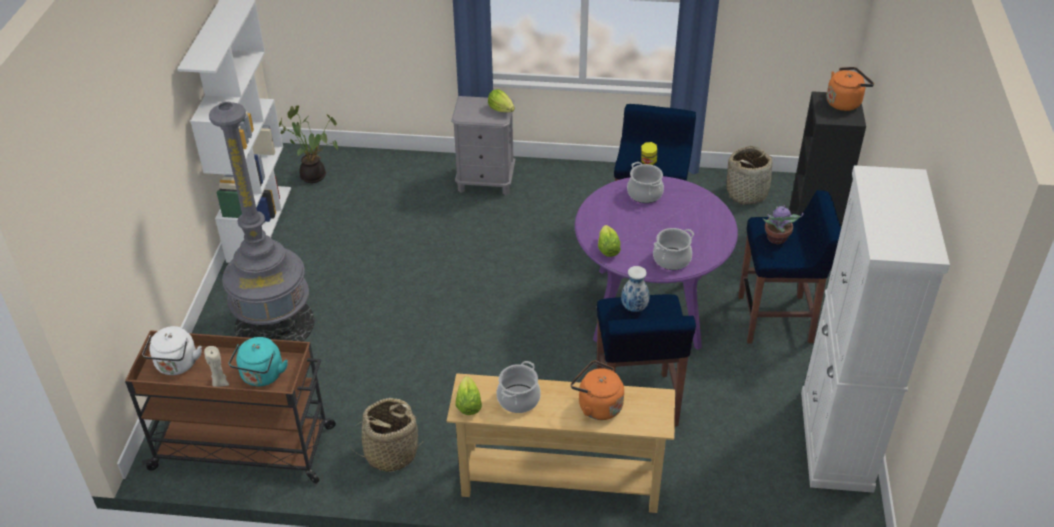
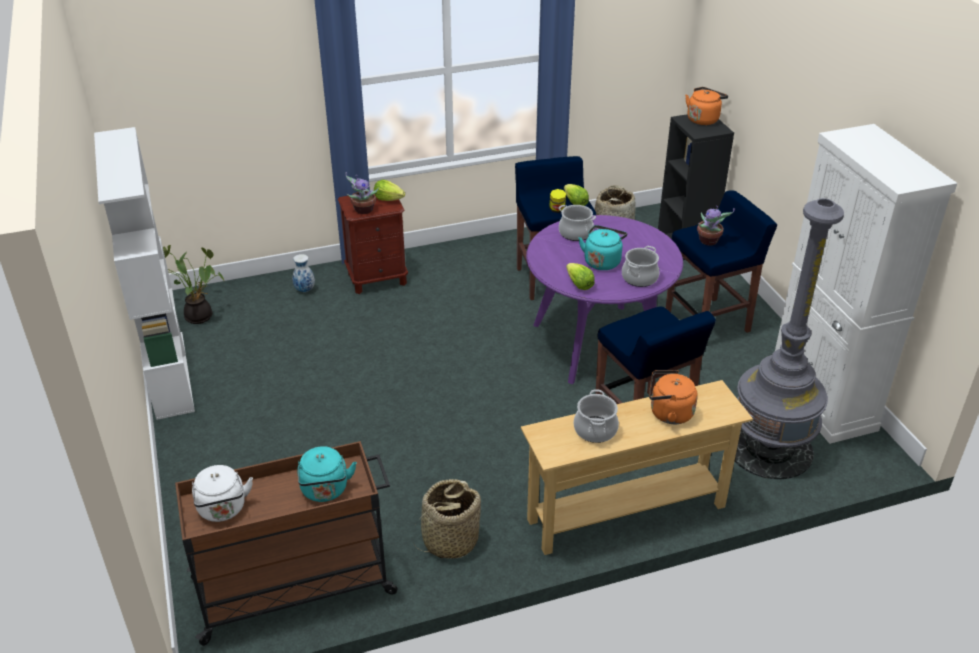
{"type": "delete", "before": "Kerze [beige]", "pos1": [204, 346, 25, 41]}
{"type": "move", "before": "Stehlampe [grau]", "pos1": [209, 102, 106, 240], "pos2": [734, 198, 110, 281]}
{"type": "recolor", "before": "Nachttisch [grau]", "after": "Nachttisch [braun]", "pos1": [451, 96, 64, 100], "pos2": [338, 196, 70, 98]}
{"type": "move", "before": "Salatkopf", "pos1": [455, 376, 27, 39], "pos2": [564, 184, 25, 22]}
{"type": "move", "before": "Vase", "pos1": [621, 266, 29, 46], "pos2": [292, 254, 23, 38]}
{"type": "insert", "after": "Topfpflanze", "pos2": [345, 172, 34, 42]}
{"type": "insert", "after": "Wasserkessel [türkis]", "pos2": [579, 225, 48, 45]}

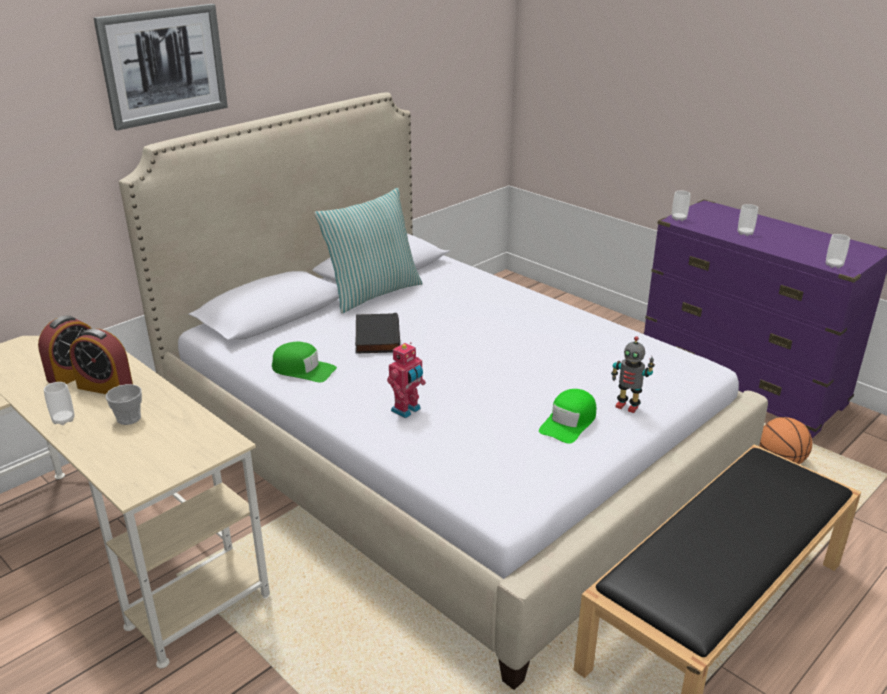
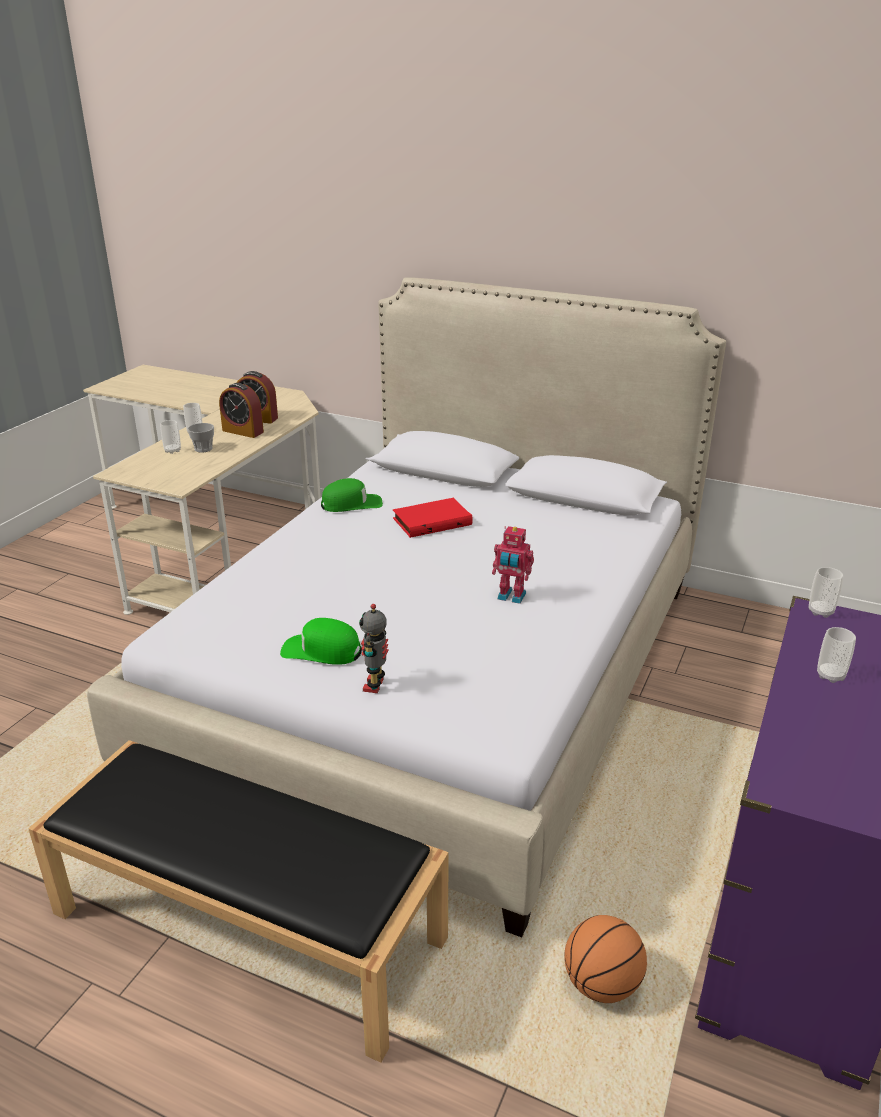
{"type": "rotate", "before": "Wecker", "pos1": [69, 329, 64, 65], "pos2": [219, 383, 45, 55], "turn": -60}
{"type": "delete", "before": "Bild", "pos1": [94, 4, 134, 126]}
{"type": "rotate", "before": "Kappe [grün]", "pos1": [272, 342, 65, 41], "pos2": [321, 478, 62, 34], "turn": -105}
{"type": "delete", "before": "Kissen", "pos1": [314, 188, 109, 126]}
{"type": "recolor", "before": "Buch [schwarz]", "after": "Buch [rot]", "pos1": [355, 313, 45, 41], "pos2": [393, 498, 80, 40]}
{"type": "move", "before": "Spielzeugroboter", "pos1": [387, 342, 39, 76], "pos2": [492, 526, 42, 78]}
{"type": "move", "before": "Tasse", "pos1": [826, 234, 24, 35], "pos2": [160, 420, 21, 34]}

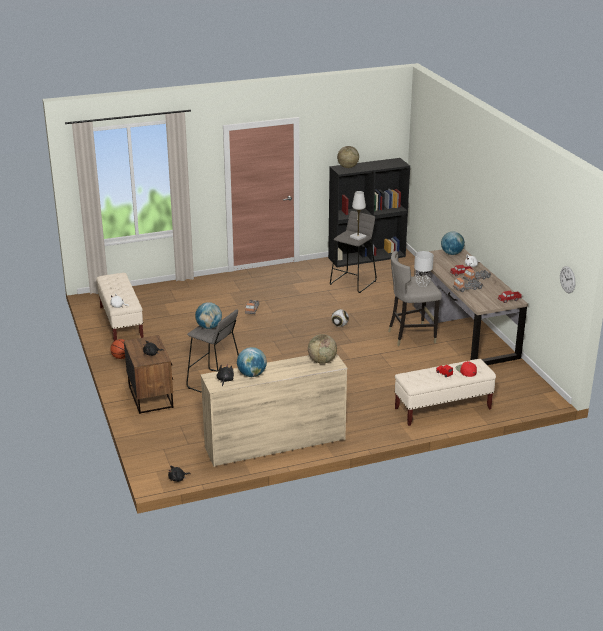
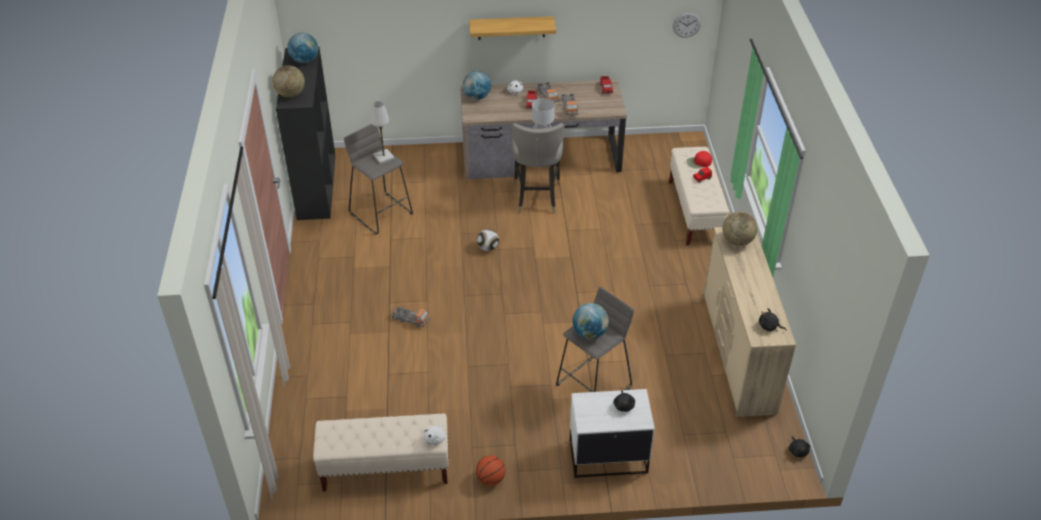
{"type": "recolor", "before": "Nachttisch [braun]", "after": "Nachttisch [weiß]", "pos1": [124, 335, 49, 79], "pos2": [570, 389, 85, 89]}
{"type": "move", "before": "Globus", "pos1": [237, 347, 30, 30], "pos2": [287, 33, 31, 30]}
{"type": "insert", "after": "Wandregal", "pos2": [469, 16, 87, 24]}

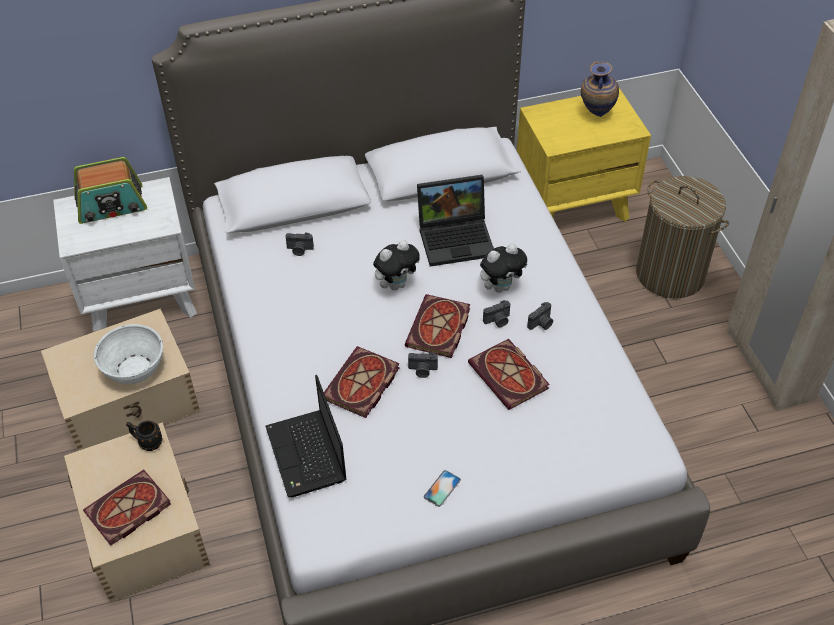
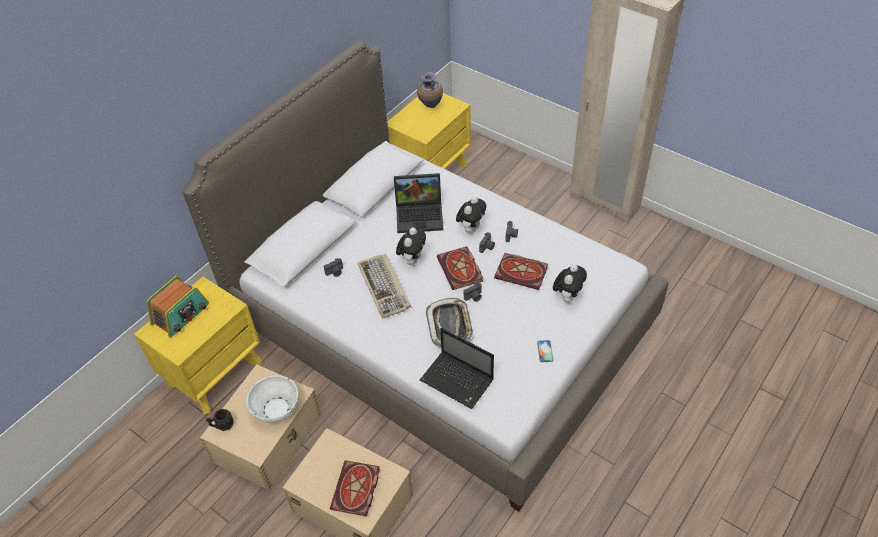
{"type": "recolor", "before": "Nachttisch [weiß]", "after": "Nachttisch [gelb]", "pos1": [53, 177, 144, 155], "pos2": [134, 277, 127, 137]}
{"type": "move", "before": "Henkelbecher [schwarz]", "pos1": [126, 420, 37, 31], "pos2": [206, 409, 28, 22]}
{"type": "replace", "before": "Buch", "after": "Tablett", "pos1": [324, 346, 76, 72], "pos2": [426, 298, 48, 49]}
{"type": "rotate", "before": "Laptop", "pos1": [417, 175, 77, 92], "pos2": [394, 173, 49, 60], "turn": 45}
{"type": "delete", "before": "Wäschekorb", "pos1": [636, 176, 93, 123]}
{"type": "insert", "after": "Tastatur", "pos2": [357, 254, 54, 65]}
{"type": "insert", "after": "Plüschtier", "pos2": [553, 264, 34, 39]}

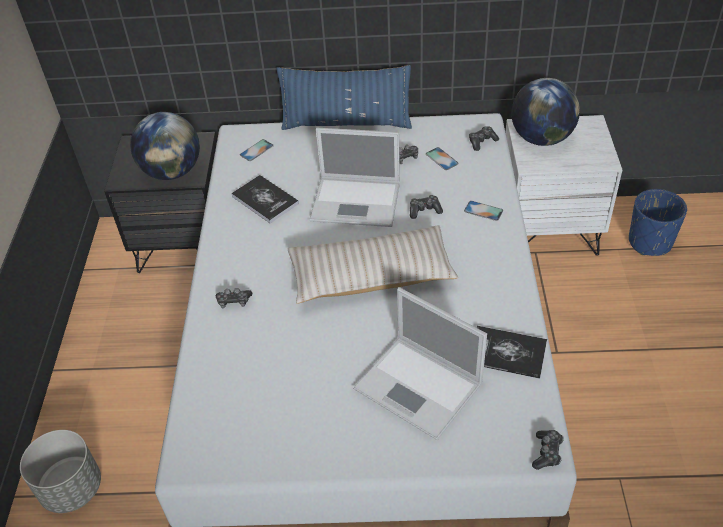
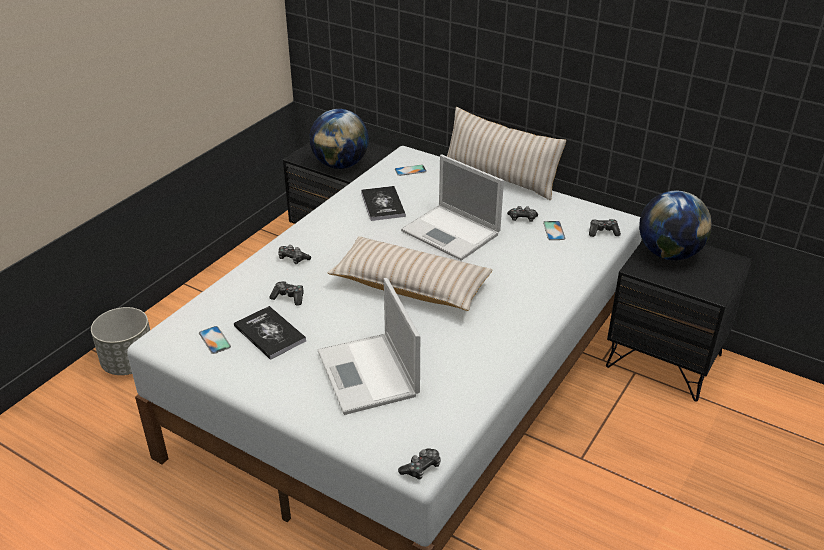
{"type": "recolor", "before": "Kissen [blau]", "after": "Kissen [beige]", "pos1": [277, 65, 135, 65], "pos2": [447, 107, 119, 93]}
{"type": "move", "before": "Gamepad", "pos1": [410, 195, 33, 24], "pos2": [270, 281, 34, 25]}
{"type": "move", "before": "Handy", "pos1": [464, 201, 39, 20], "pos2": [199, 326, 32, 28]}
{"type": "move", "before": "Buch", "pos1": [477, 326, 70, 53], "pos2": [234, 306, 72, 54]}
{"type": "recolor", "before": "Nachttisch [weiß]", "after": "Nachttisch [schwarz]", "pos1": [505, 115, 117, 141], "pos2": [606, 240, 146, 161]}
{"type": "delete", "before": "Pflanzkübel [blau]", "pos1": [629, 189, 58, 67]}

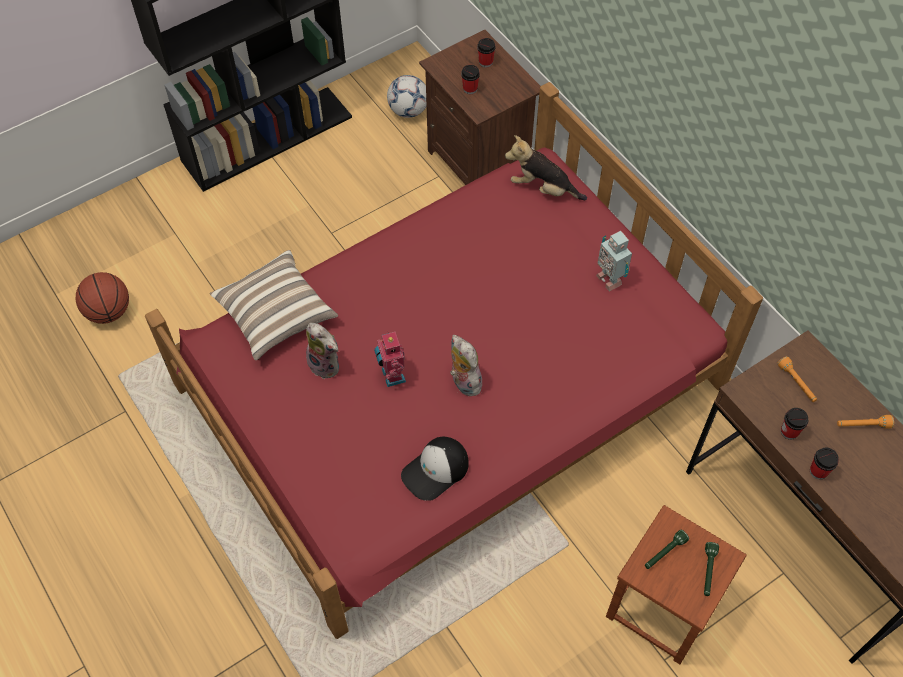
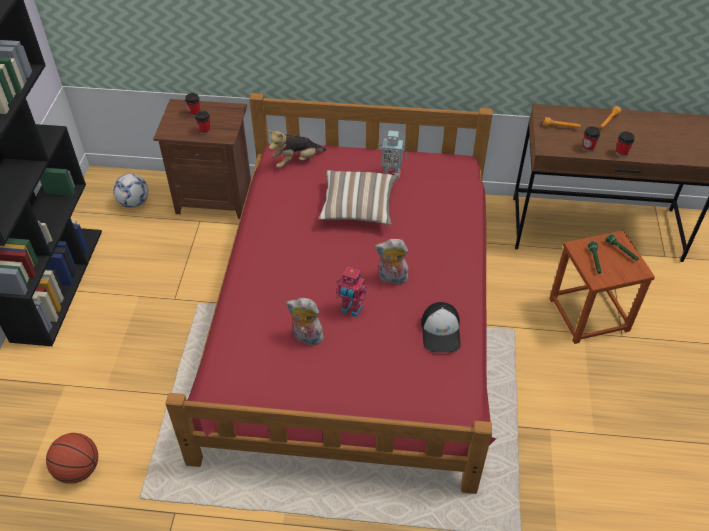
{"type": "move", "before": "Kissen", "pos1": [210, 250, 128, 110], "pos2": [318, 170, 79, 55]}
{"type": "rotate", "before": "Plüschtier", "pos1": [306, 323, 33, 56], "pos2": [286, 298, 38, 47], "turn": -150}

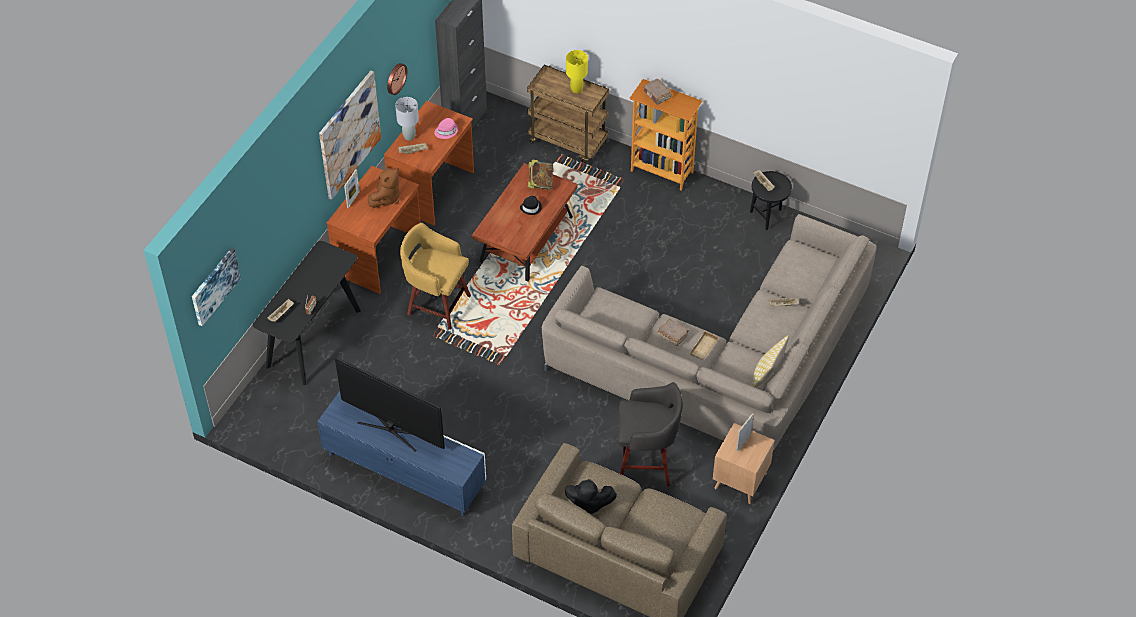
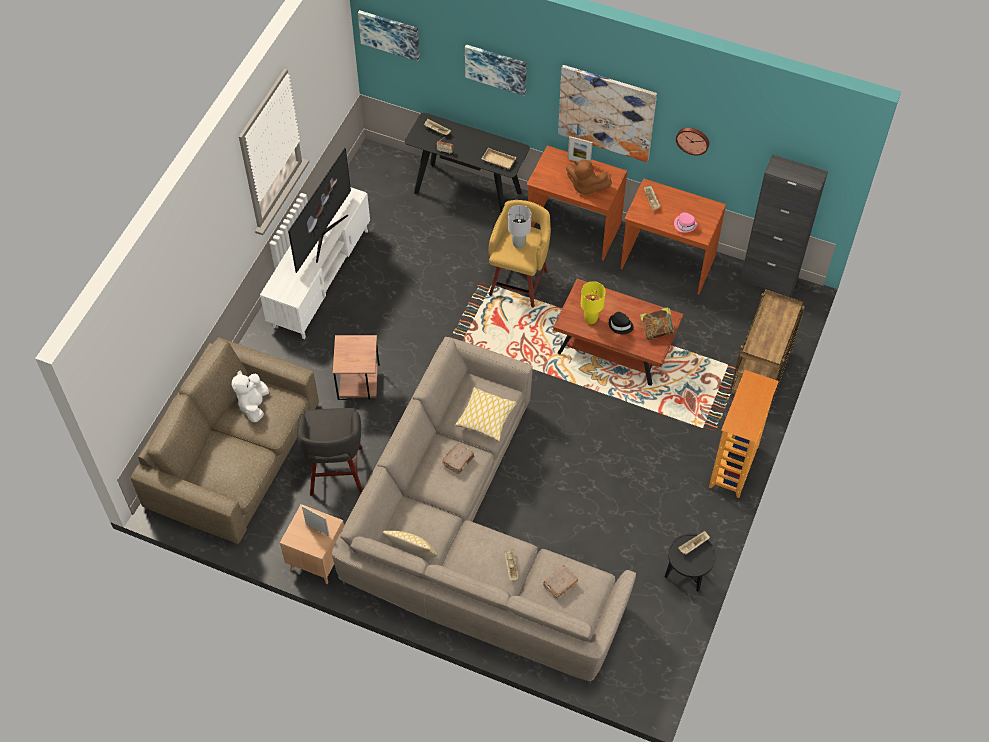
{"type": "recolor", "before": "Fernsehschrank [blau]", "after": "Fernsehschrank [weiß]", "pos1": [317, 391, 169, 126], "pos2": [260, 187, 110, 152]}
{"type": "move", "before": "Tischlampe [grau]", "pos1": [395, 97, 24, 43], "pos2": [508, 205, 23, 43]}
{"type": "recolor", "before": "Plüschtier [schwarz]", "after": "Plüschtier [weiß]", "pos1": [565, 479, 52, 35], "pos2": [231, 370, 38, 52]}
{"type": "move", "before": "Tischlampe [gelb]", "pos1": [566, 50, 22, 43], "pos2": [581, 281, 25, 43]}
{"type": "move", "before": "Buch [braun]", "pos1": [643, 79, 29, 26], "pos2": [543, 565, 35, 34]}
{"type": "move", "before": "Tablett [beige]", "pos1": [690, 330, 30, 30], "pos2": [482, 148, 34, 22]}
{"type": "insert", "after": "Beistelltisch [braun]", "pos2": [333, 335, 47, 65]}
{"type": "insert", "after": "Kissen", "pos2": [455, 387, 62, 54]}
{"type": "insert", "after": "Bild", "pos2": [465, 44, 62, 52]}

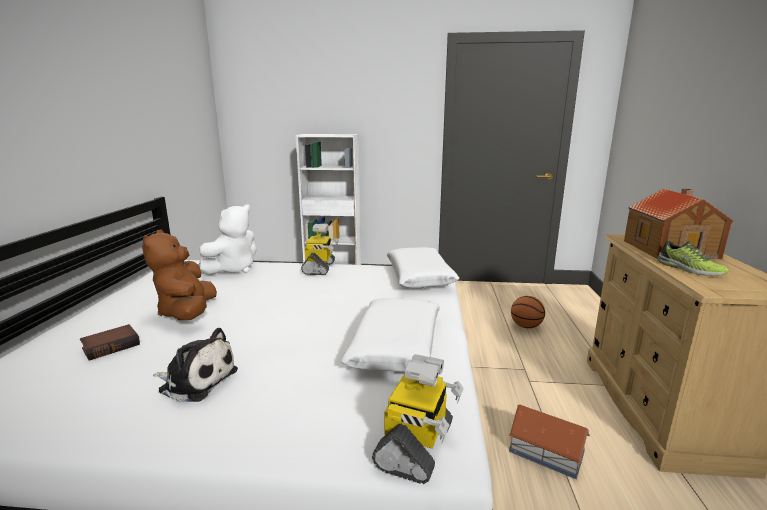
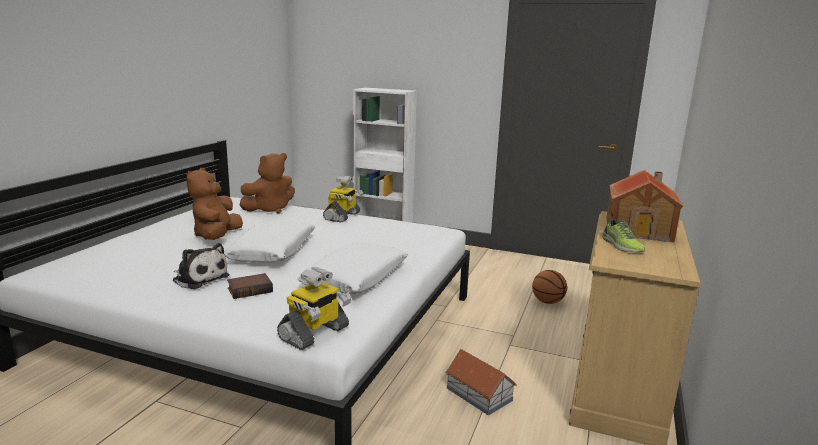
{"type": "move", "before": "Buch", "pos1": [80, 324, 60, 37], "pos2": [227, 273, 46, 26]}
{"type": "recolor", "before": "Plüschtier [weiß]", "after": "Plüschtier [braun]", "pos1": [199, 205, 58, 70], "pos2": [240, 153, 55, 61]}
{"type": "move", "before": "Kissen [weiß]", "pos1": [387, 247, 73, 41], "pos2": [224, 220, 91, 43]}

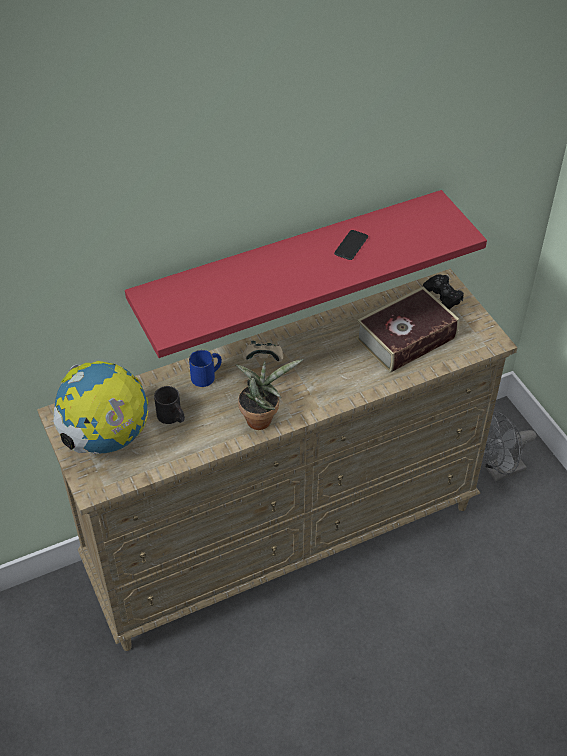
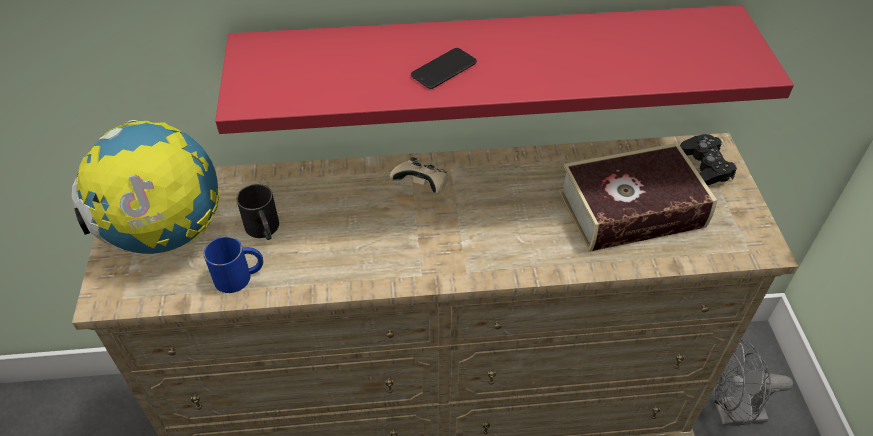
{"type": "move", "before": "Henkelbecher [blau]", "pos1": [189, 350, 33, 37], "pos2": [204, 236, 59, 57]}
{"type": "delete", "before": "Topfpflanze", "pos1": [235, 359, 69, 71]}
{"type": "move", "before": "Handy", "pos1": [334, 230, 34, 30], "pos2": [411, 48, 66, 41]}

